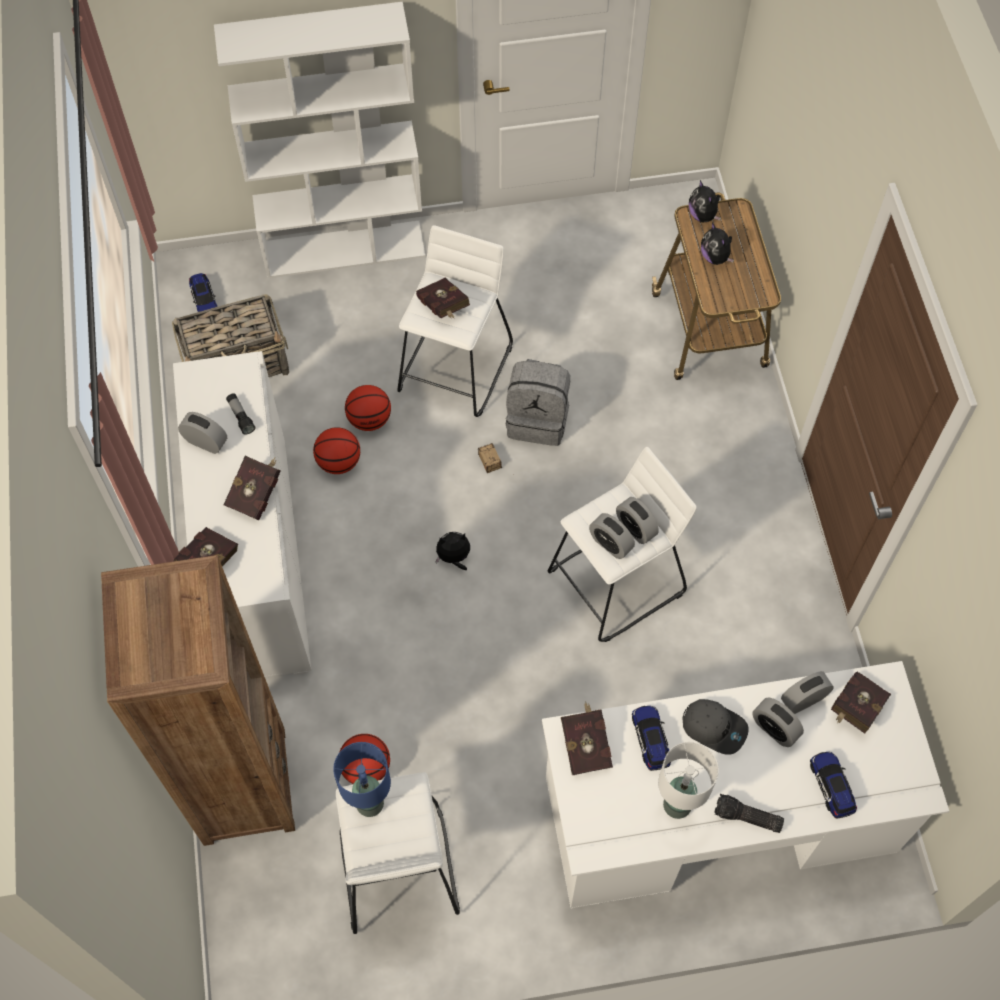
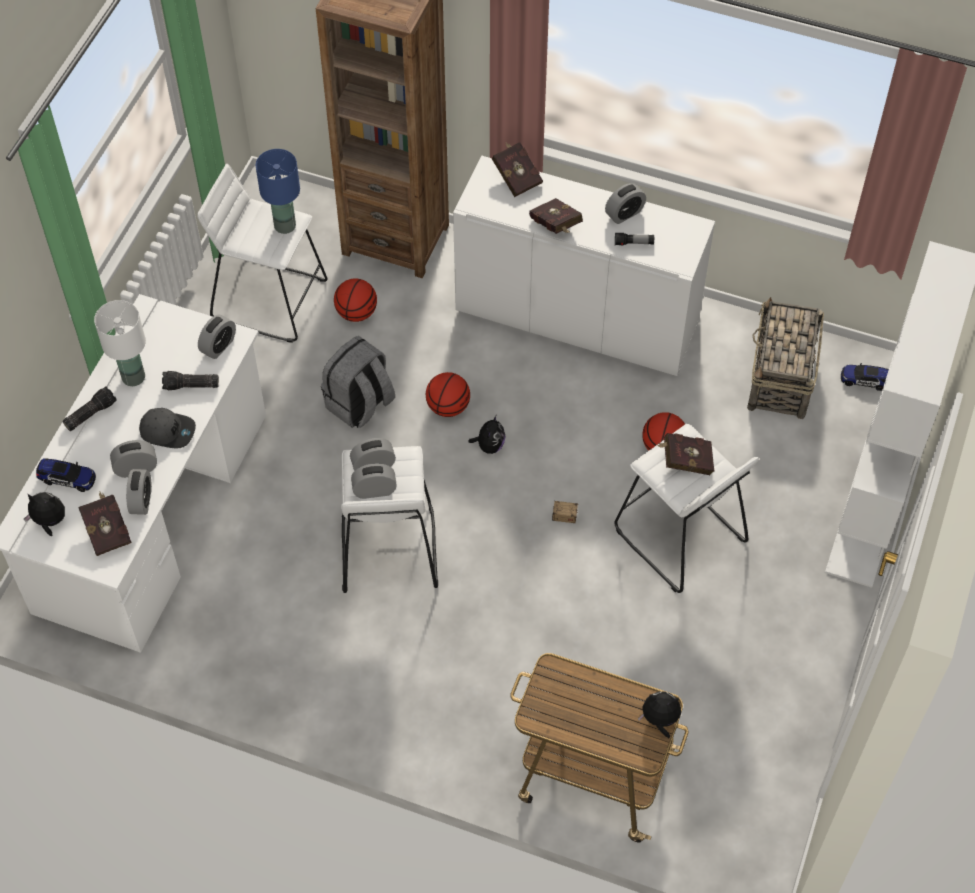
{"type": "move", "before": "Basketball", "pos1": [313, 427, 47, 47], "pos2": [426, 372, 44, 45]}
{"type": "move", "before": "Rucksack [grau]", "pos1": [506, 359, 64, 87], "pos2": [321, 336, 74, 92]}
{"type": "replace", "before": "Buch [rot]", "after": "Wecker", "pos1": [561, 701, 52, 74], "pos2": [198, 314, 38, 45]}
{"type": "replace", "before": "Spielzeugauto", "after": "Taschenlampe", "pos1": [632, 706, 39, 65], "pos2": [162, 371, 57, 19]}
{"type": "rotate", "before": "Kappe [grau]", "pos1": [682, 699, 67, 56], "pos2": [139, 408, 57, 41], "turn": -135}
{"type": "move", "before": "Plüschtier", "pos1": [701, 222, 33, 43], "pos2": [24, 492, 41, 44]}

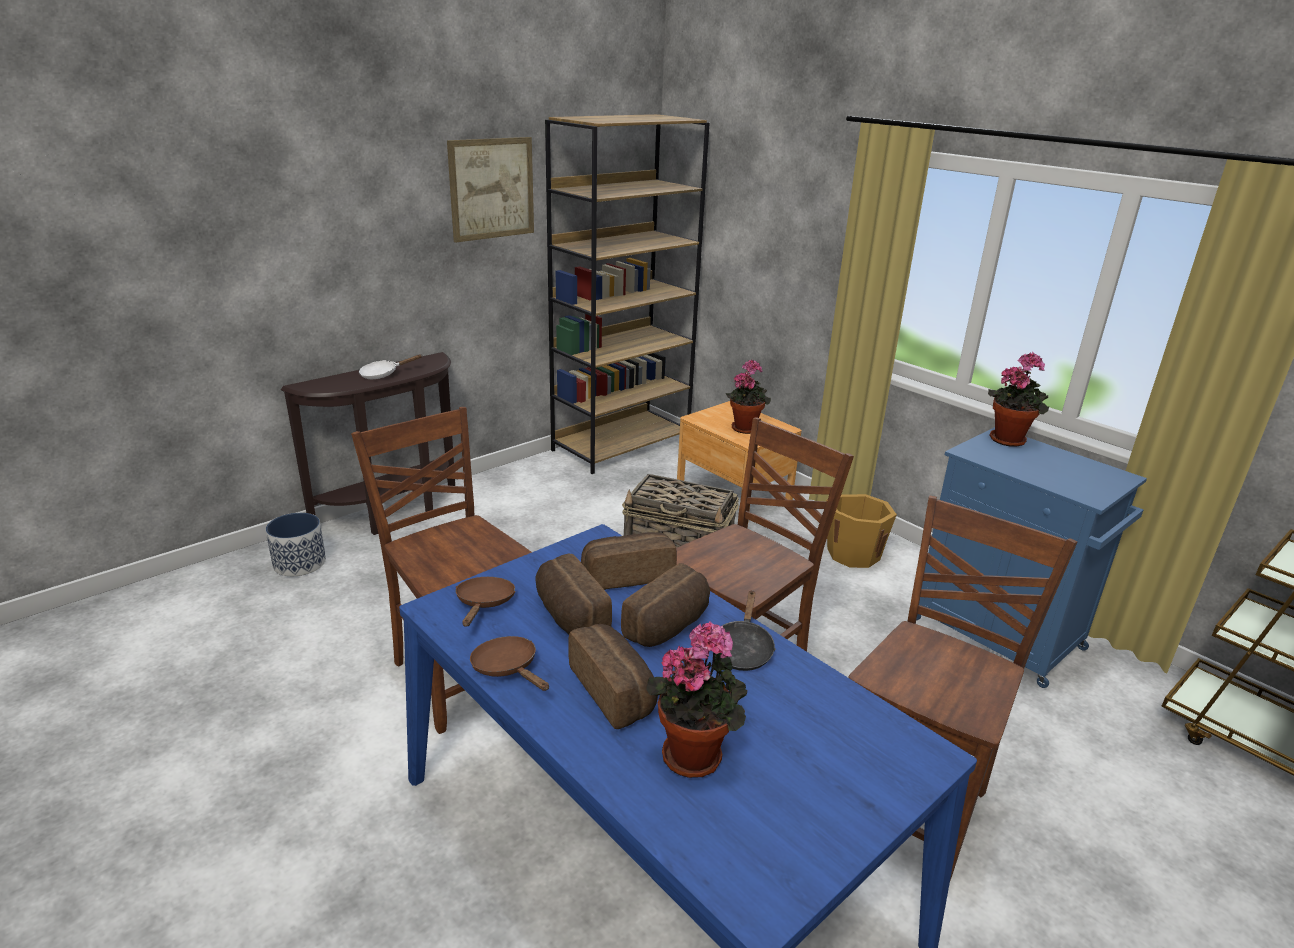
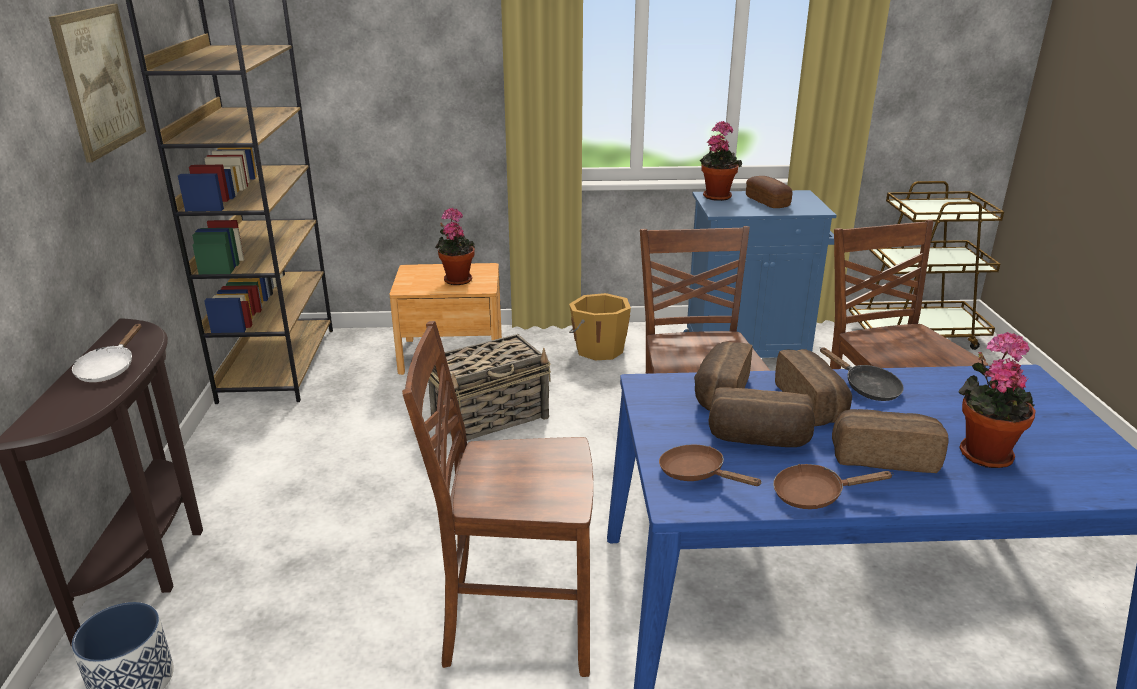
{"type": "insert", "after": "Brot", "pos2": [746, 176, 47, 32]}

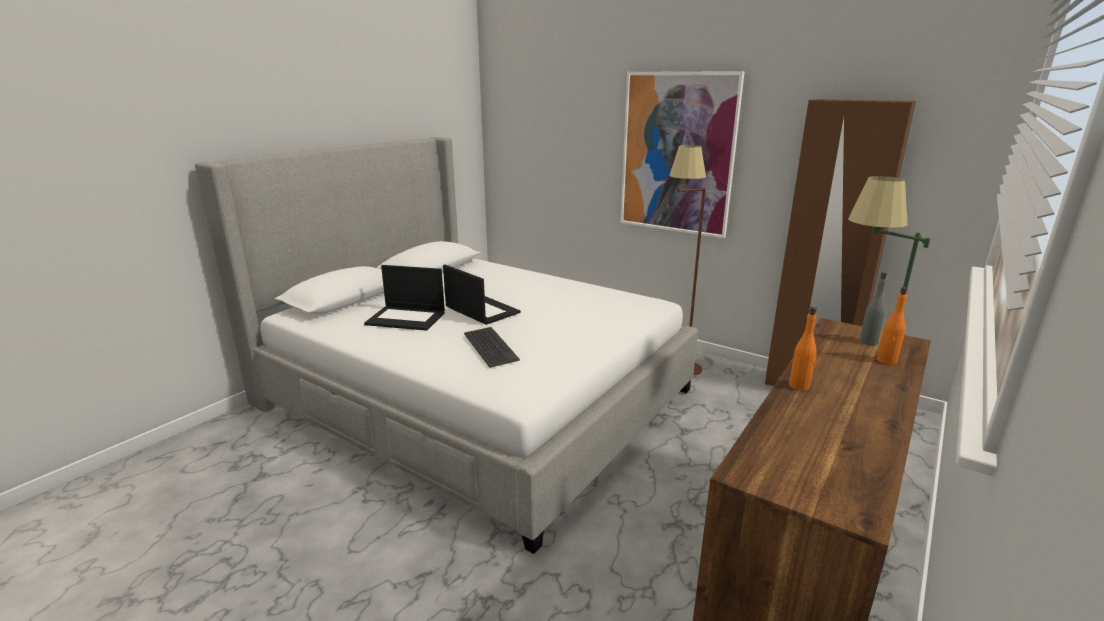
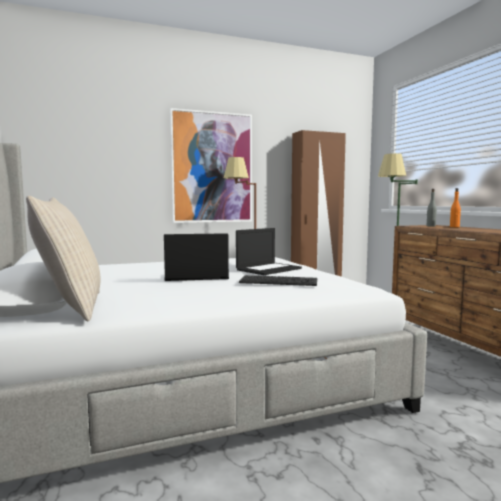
{"type": "move", "before": "Laptop", "pos1": [364, 265, 81, 66], "pos2": [236, 228, 66, 47]}
{"type": "delete", "before": "Flasche [orange]", "pos1": [789, 307, 28, 84]}
{"type": "insert", "after": "Kissen [beige]", "pos2": [26, 196, 74, 125]}

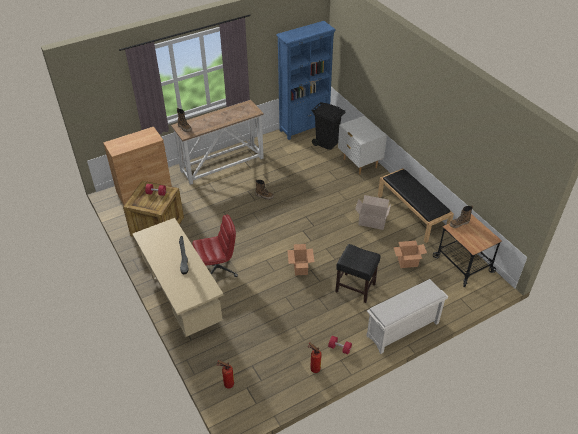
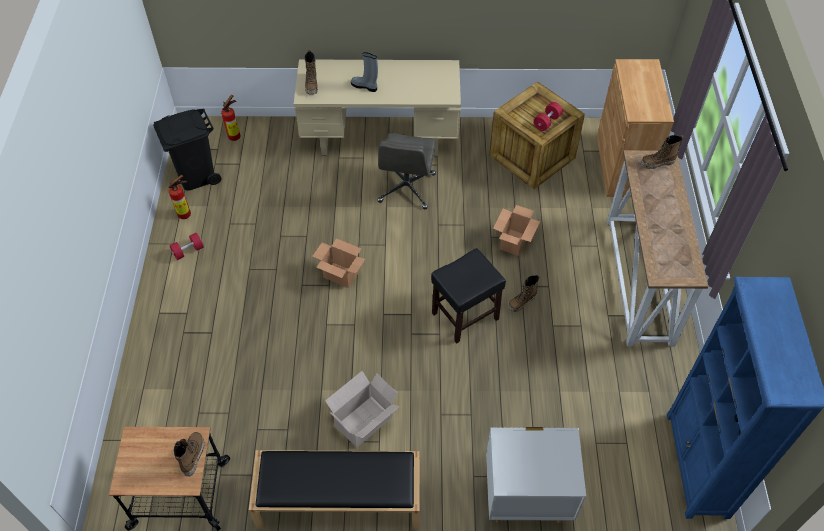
{"type": "recolor", "before": "Bürostuhl [rot]", "after": "Bürostuhl [grau]", "pos1": [192, 214, 46, 63], "pos2": [377, 133, 59, 76]}
{"type": "move", "before": "Mülleimer [schwarz]", "pos1": [311, 102, 35, 48], "pos2": [153, 109, 69, 82]}
{"type": "move", "before": "Hocker [schwarz]", "pos1": [335, 244, 46, 59], "pos2": [431, 248, 75, 96]}
{"type": "delete", "before": "Schuhregal [weiß]", "pos1": [366, 279, 82, 75]}
{"type": "move", "before": "Karton", "pos1": [394, 241, 33, 27], "pos2": [493, 205, 47, 51]}
{"type": "insert", "after": "Stiefel", "pos2": [304, 50, 14, 45]}

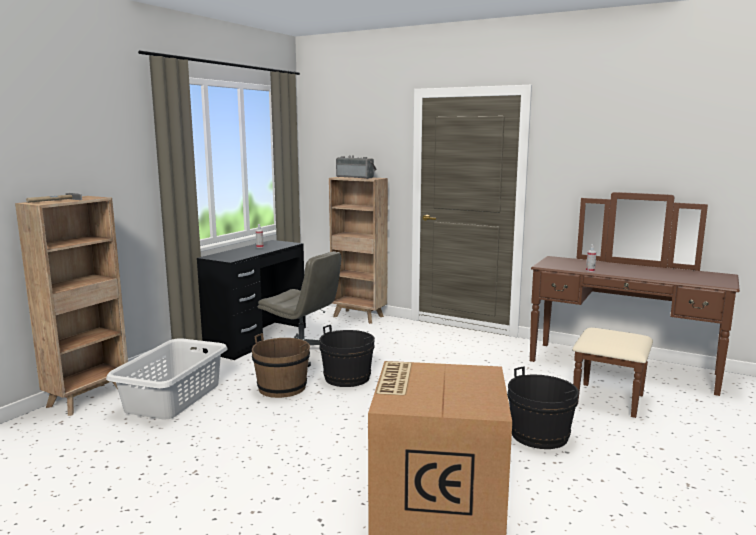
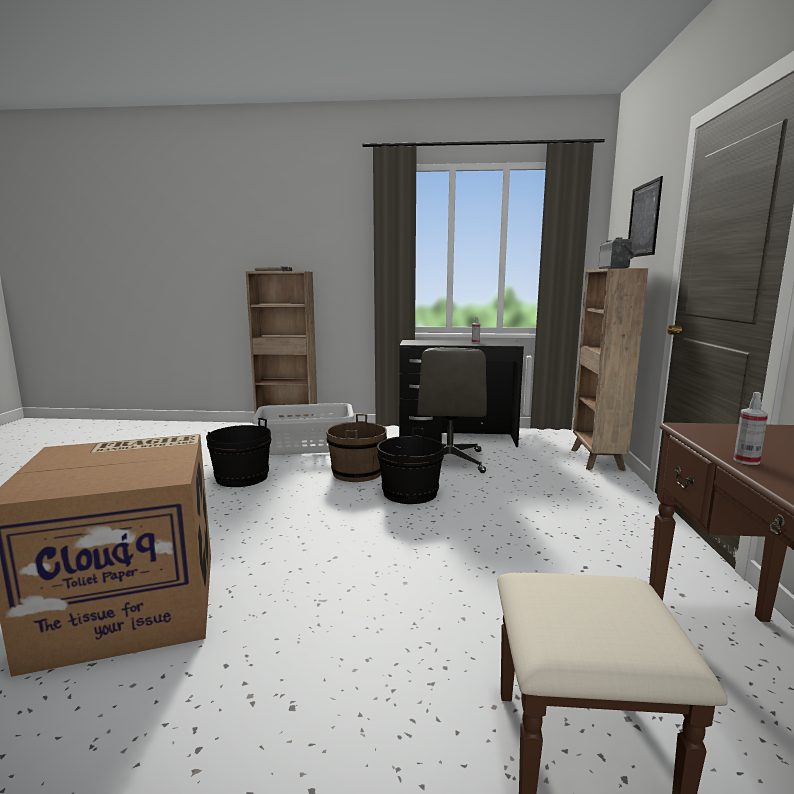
{"type": "move", "before": "Eimer [schwarz]", "pos1": [507, 366, 72, 83], "pos2": [206, 418, 65, 69]}
{"type": "insert", "after": "Bild", "pos2": [628, 176, 35, 81]}

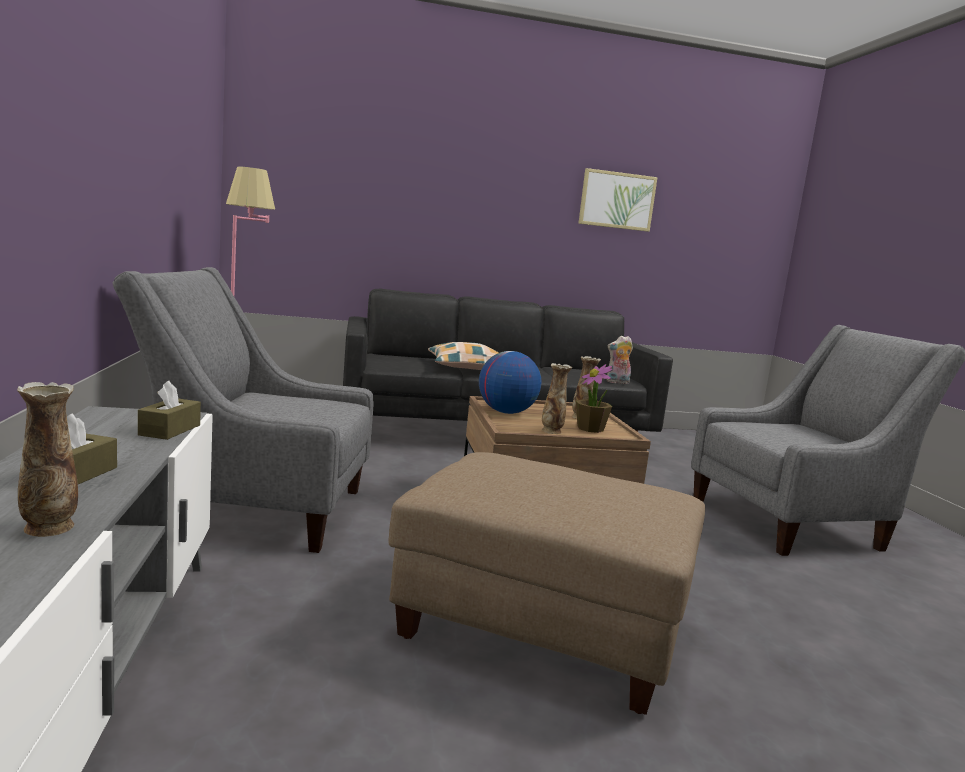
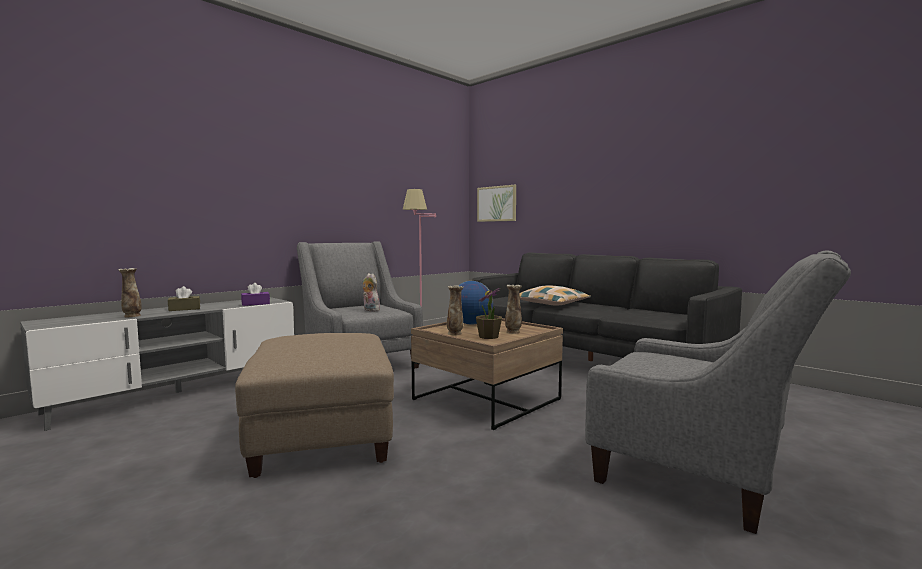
{"type": "recolor", "before": "Taschentuchbox [braun]", "after": "Taschentuchbox [lila]", "pos1": [138, 381, 63, 59], "pos2": [241, 283, 29, 23]}
{"type": "move", "before": "Bild", "pos1": [578, 168, 80, 64], "pos2": [477, 185, 39, 37]}
{"type": "move", "before": "Plüschtier", "pos1": [607, 336, 26, 48], "pos2": [363, 273, 19, 39]}

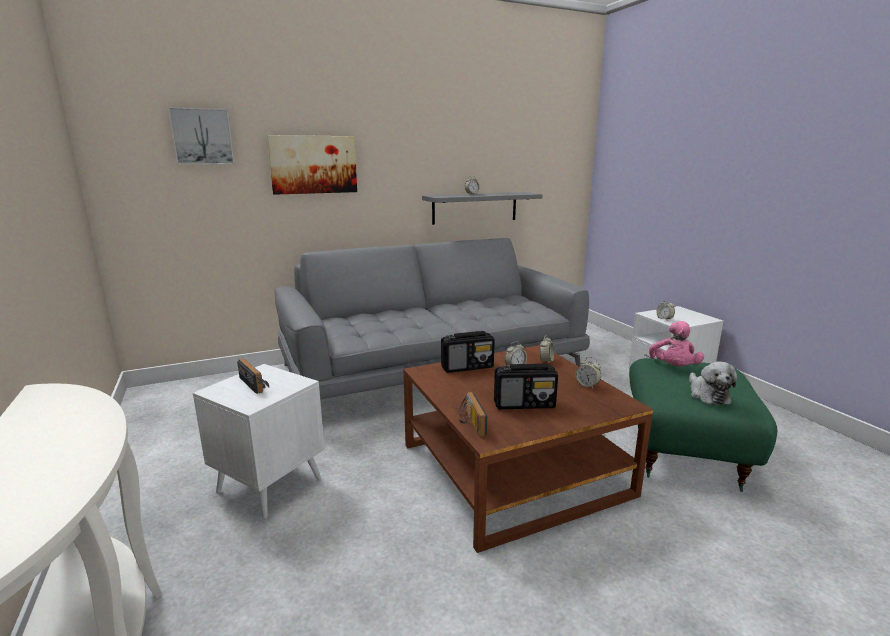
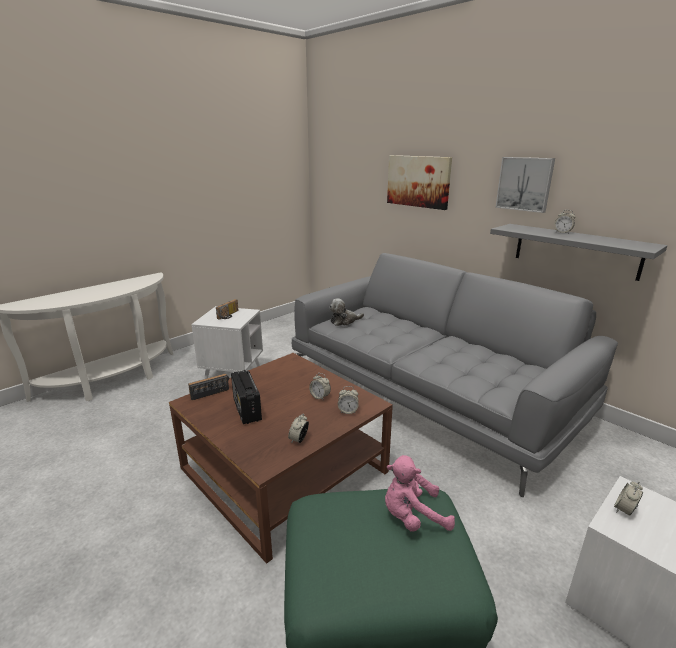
{"type": "move", "before": "Bild", "pos1": [168, 107, 66, 58], "pos2": [495, 157, 60, 56]}
{"type": "delete", "before": "Radio", "pos1": [441, 331, 54, 42]}
{"type": "move", "before": "Plüschtier", "pos1": [689, 361, 49, 44], "pos2": [329, 298, 35, 28]}

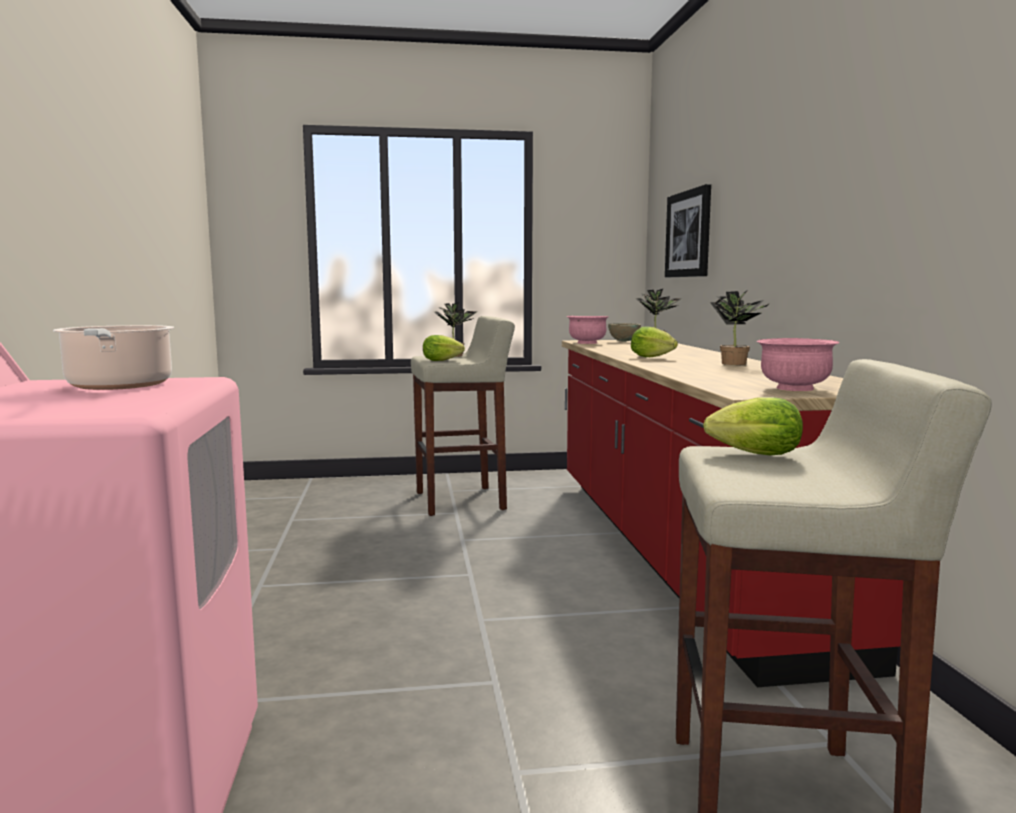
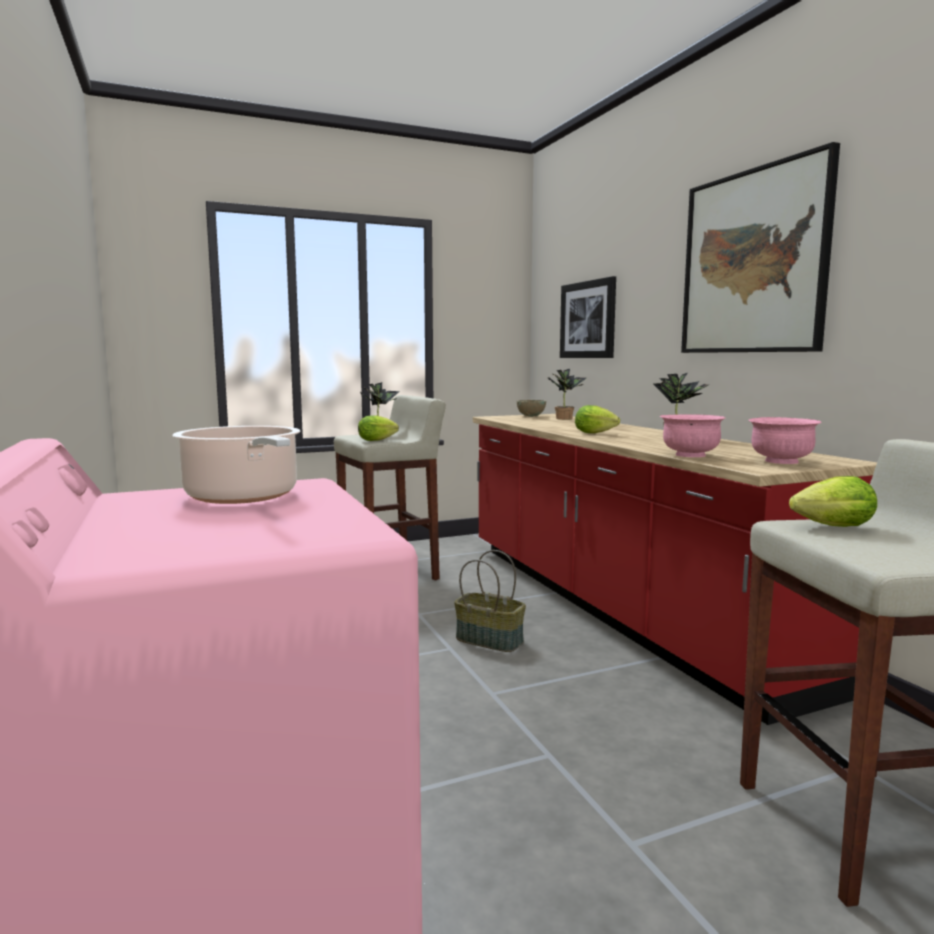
{"type": "move", "before": "Schüssel [rosa]", "pos1": [567, 316, 42, 28], "pos2": [660, 414, 65, 43]}
{"type": "insert", "after": "Korb", "pos2": [454, 550, 72, 102]}
{"type": "insert", "after": "Bild", "pos2": [681, 142, 159, 211]}

